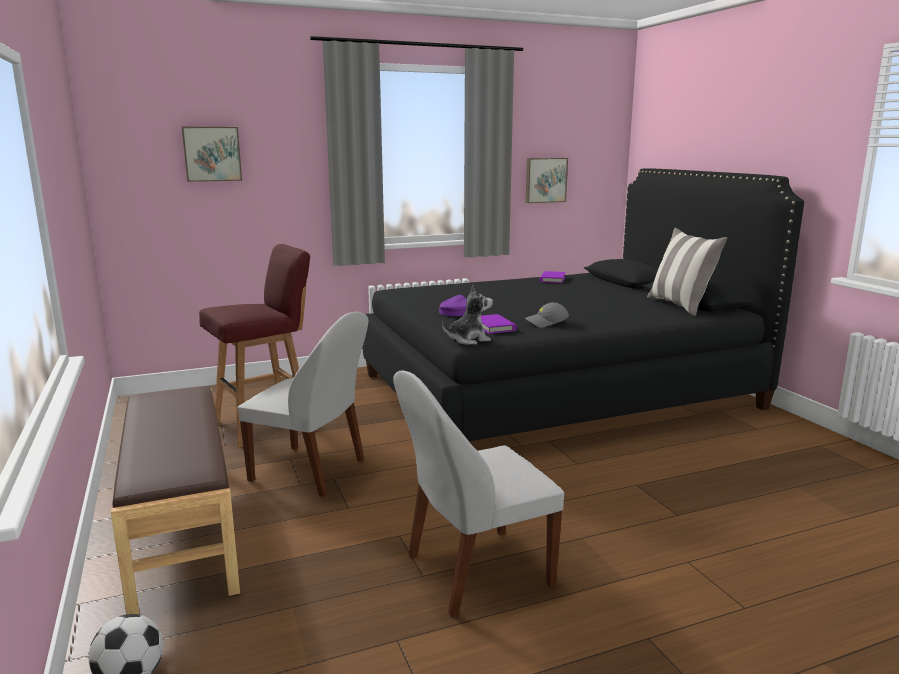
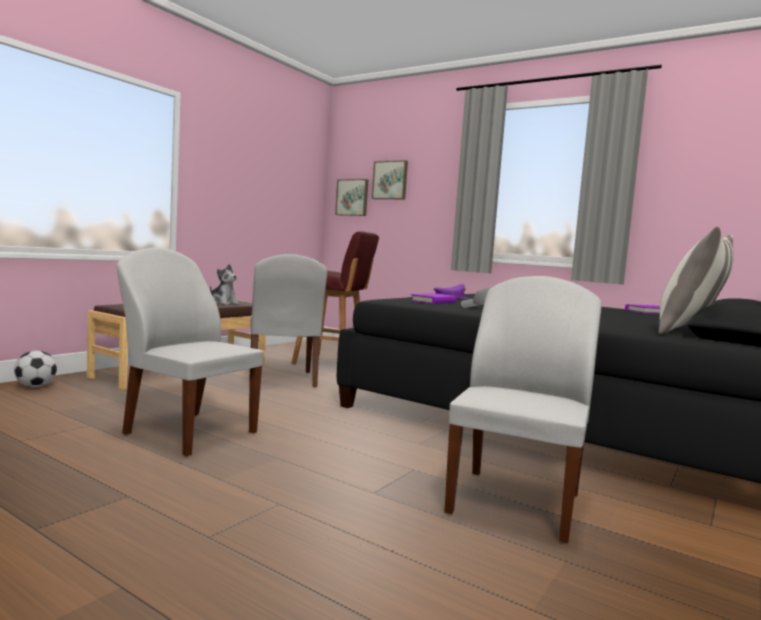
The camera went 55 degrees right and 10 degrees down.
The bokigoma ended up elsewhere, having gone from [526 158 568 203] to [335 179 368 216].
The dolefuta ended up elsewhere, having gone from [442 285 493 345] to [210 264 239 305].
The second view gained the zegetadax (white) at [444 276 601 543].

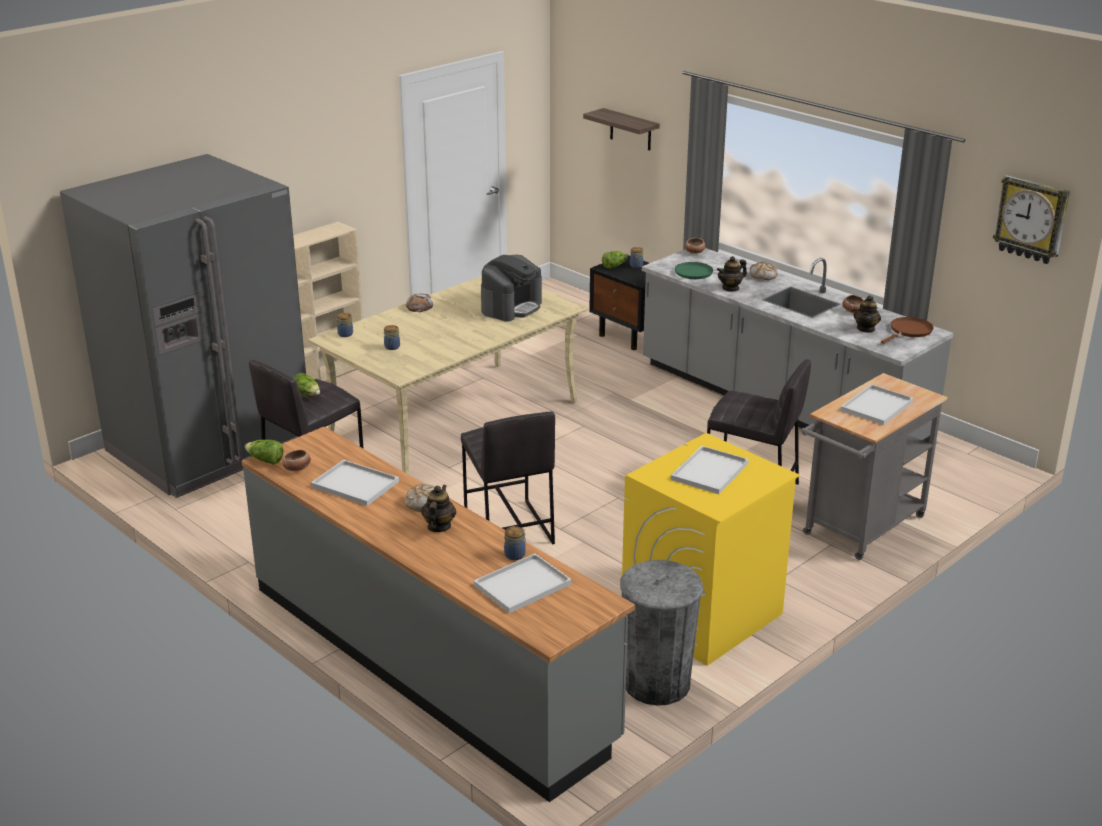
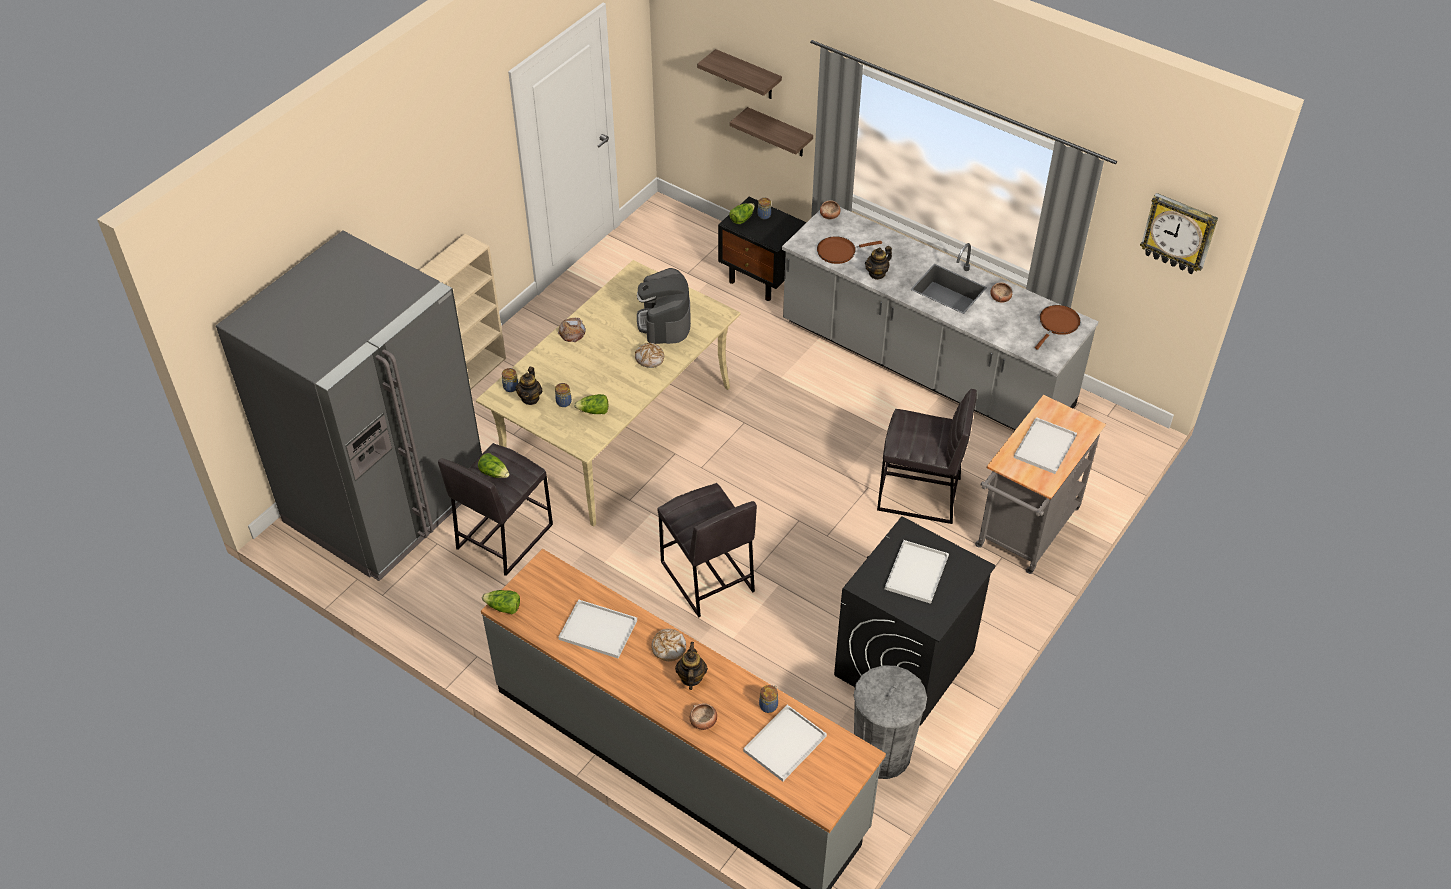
The camera went 10 degrees left and 20 degrees up.
The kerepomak at [481 255 542 321] ended up facing another way, 150 degrees clockwise from before.
What was the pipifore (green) at [675 262 741 279] turned into the pipifore (brown) at [817 236 882 264].
The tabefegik ended up elsewhere, having gone from [750 262 778 280] to [635 343 664 368].
The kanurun ended up elsewhere, having gone from [853 295 881 333] to [516 367 543 405].
What was the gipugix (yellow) at [621 433 800 666] turned into the gipugix (black) at [834 516 996 726].
The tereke ended up elsewhere, having gone from [282 450 311 471] to [690 703 717 730].
The second view gained the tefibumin at [730 107 813 156].
The second view gained the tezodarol at [574 394 609 414].

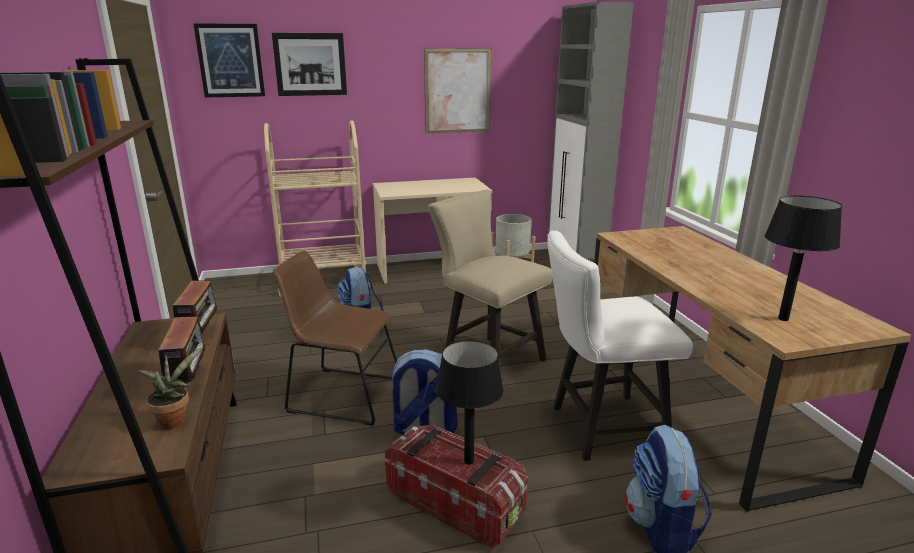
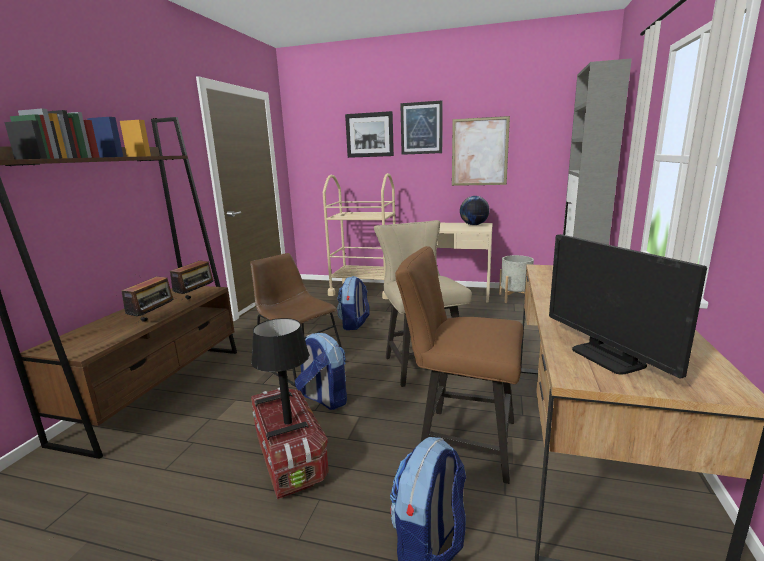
The camera went 30 degrees right and 5 degrees down.
The bokigoma ended up elsewhere, having gone from [193 23 265 98] to [400 101 443 155].
Where the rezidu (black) stood at [765 195 842 321], the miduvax came to stand at [549 234 707 379].
What was the zegetadax (white) at [547 231 693 461] turned into the zegetadax (brown) at [395 246 523 484].
The second view lost the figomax at [138 346 203 429].
The second view gained the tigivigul at [460 196 490 225].

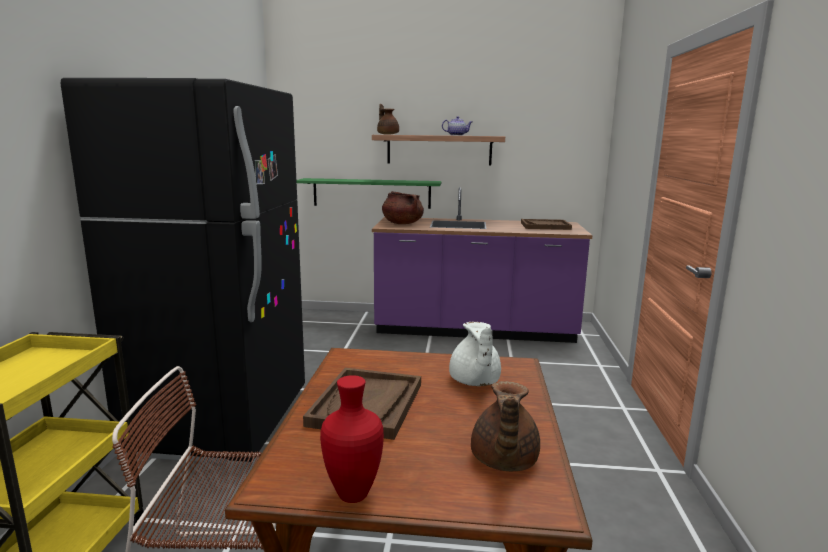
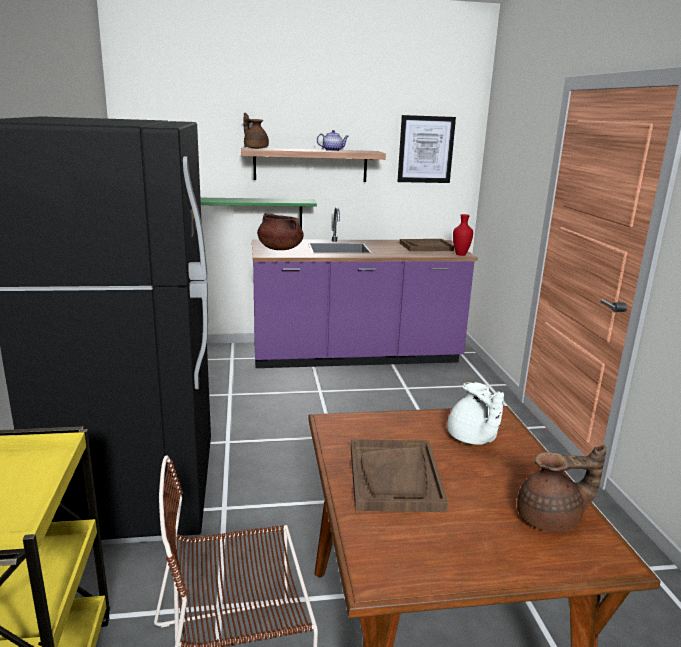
The camera went 15 degrees left and 5 degrees up.
The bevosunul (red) ended up elsewhere, having gone from [320 375 384 503] to [453 214 473 256].
The kanurun (brown) at [471 381 540 471] ended up facing another way, 90 degrees counterclockwise from before.
The second view gained the bokigoma at [397 115 456 183].

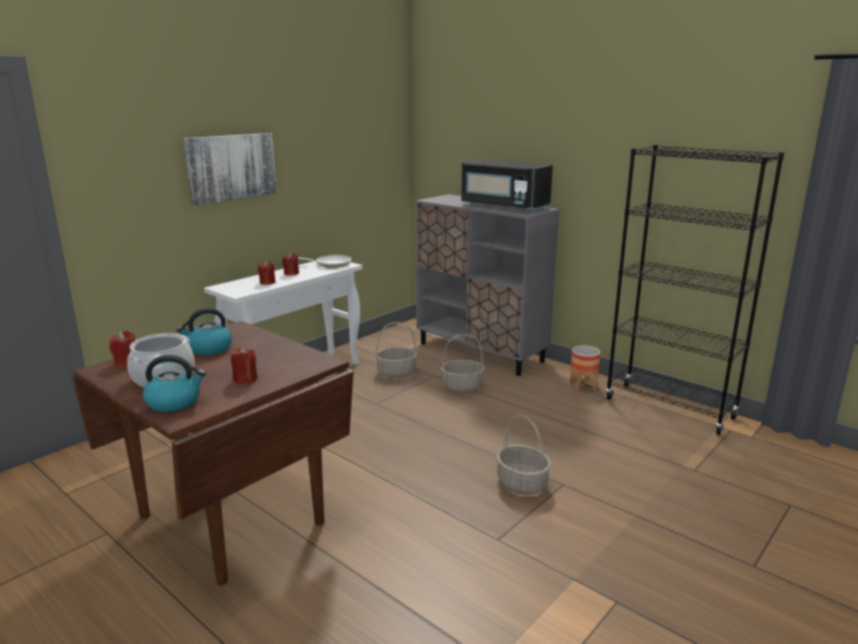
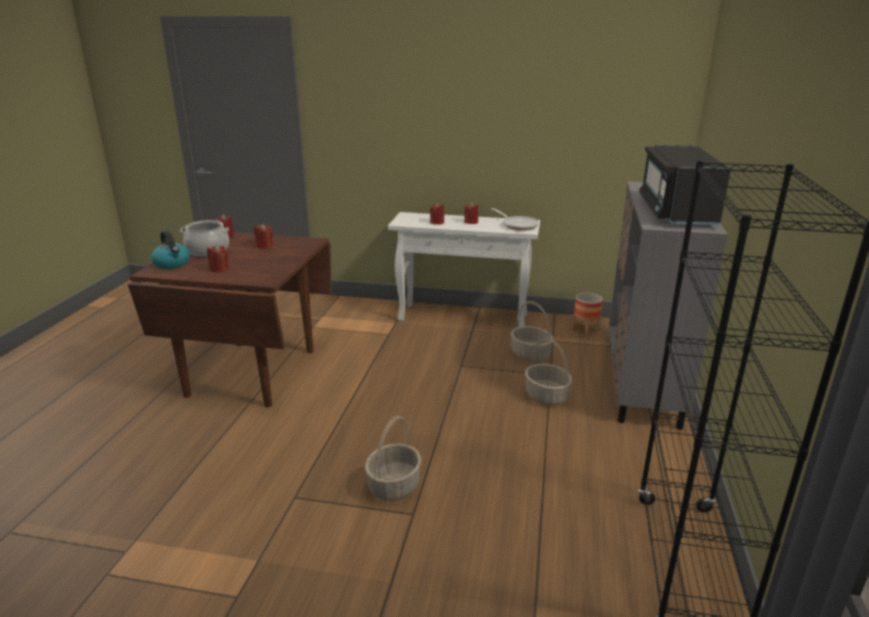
The camera went 60 degrees right and 5 degrees up.
The second view lost the bokigoma at [183 133 277 205].
Where the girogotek stood at [177 308 232 355], the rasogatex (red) came to stand at [254 224 273 249].
The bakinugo ended up elsewhere, having gone from [570 345 600 391] to [572 293 603 336].

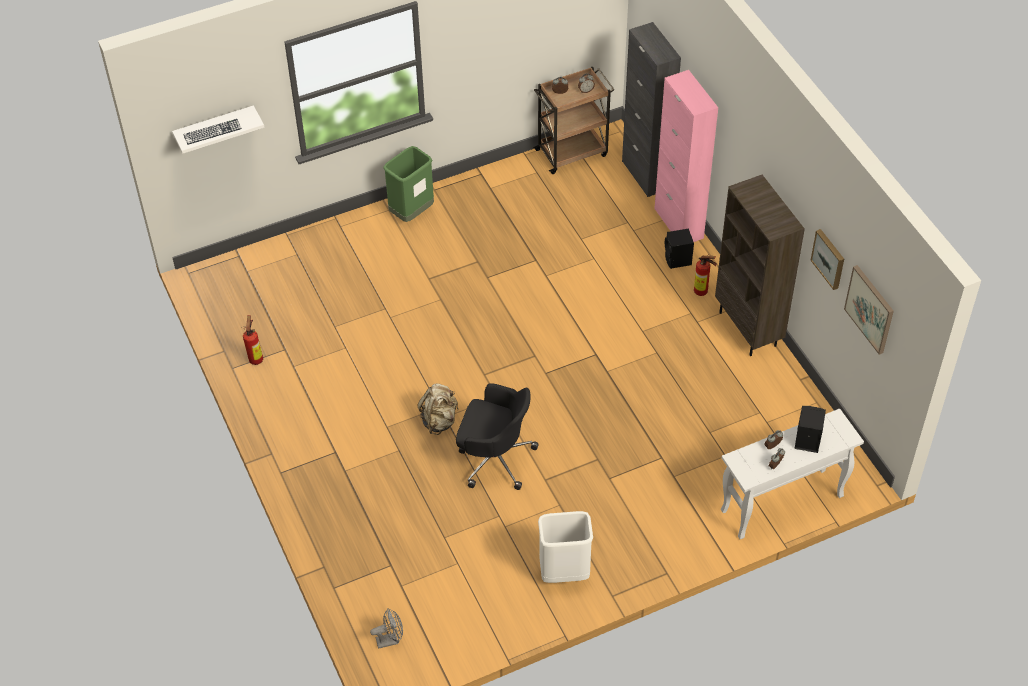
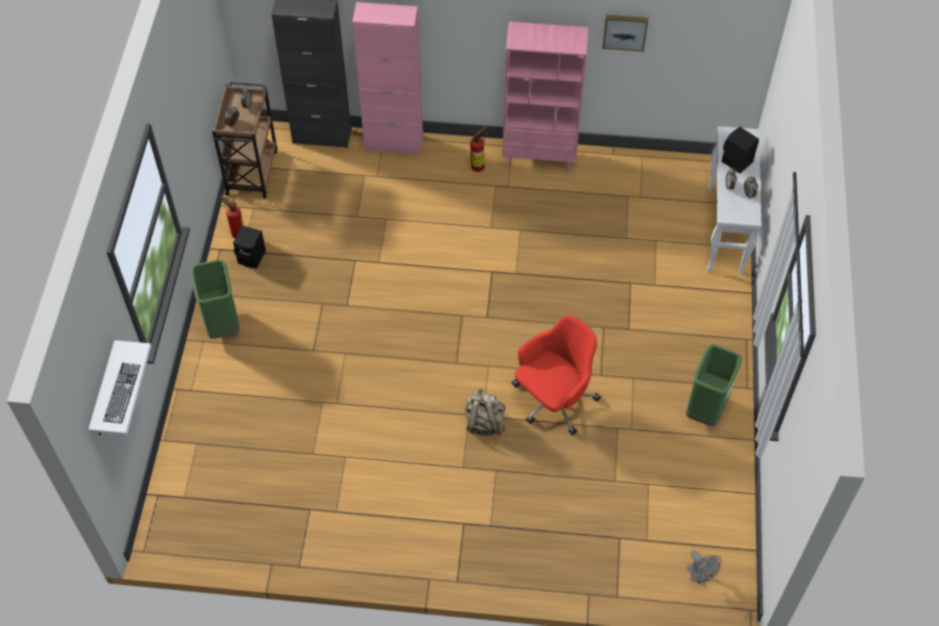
The camera went 60 degrees left and 5 degrees up.
What was the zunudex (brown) at [715 175 805 356] turned into the zunudex (pink) at [502 22 588 172].
The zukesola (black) ended up elsewhere, having gone from [665 229 694 269] to [233 226 266 268].
The second view lost the bokigoma at [844 265 894 355].
The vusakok ended up elsewhere, having gone from [242 315 263 365] to [221 195 244 239].
What was the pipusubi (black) at [456 383 539 490] turned into the pipusubi (red) at [512 315 601 435].
What was the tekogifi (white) at [538 511 593 583] turned into the tekogifi (green) at [686 345 742 427].
The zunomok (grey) at [370 608 403 649] ended up facing another way, 135 degrees clockwise from before.

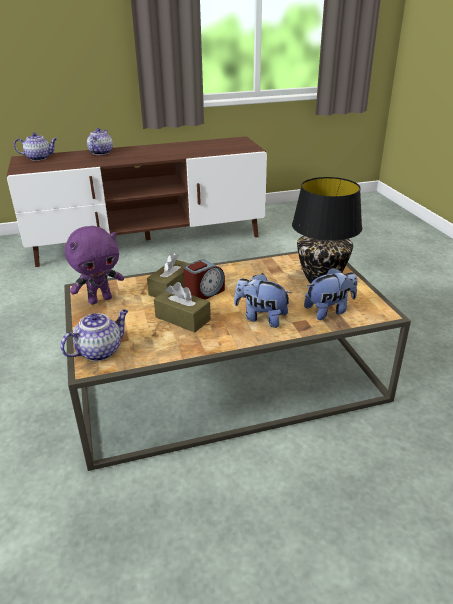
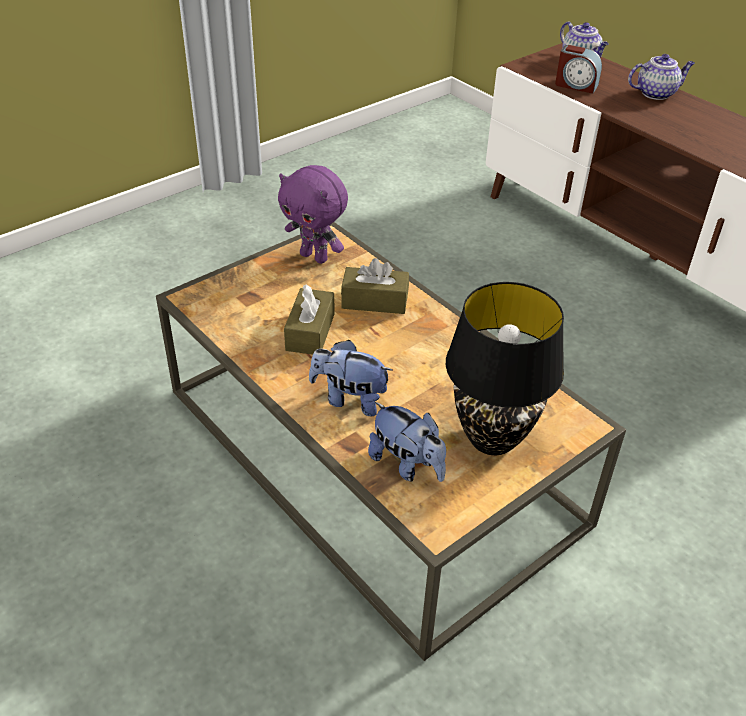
The camera went 65 degrees right and 10 degrees up.
The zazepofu ended up elsewhere, having gone from [183 260 225 300] to [555 45 602 93].
The dolefuta at [234 273 292 328] ended up facing another way, 75 degrees counterclockwise from before.
The second view lost the kanurun at [60 310 128 361].

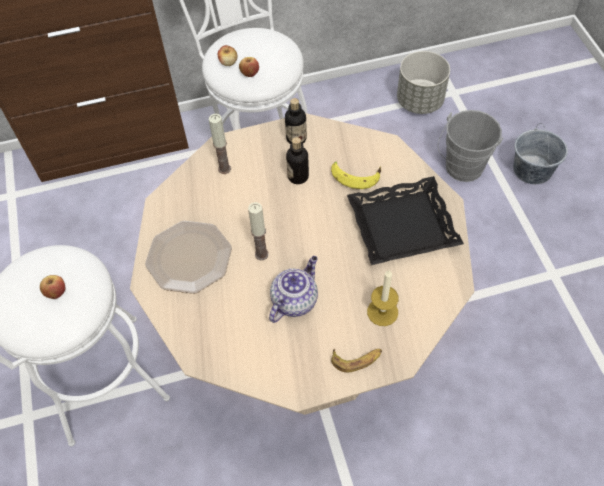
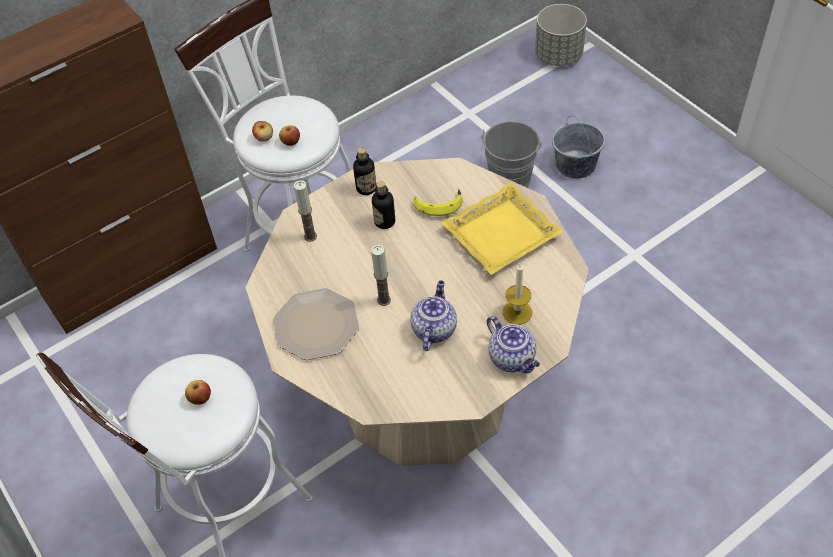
The camera went 20 degrees left and 5 degrees down.
The bakinugo (grey) ended up elsewhere, having gone from [397 51 450 114] to [535 4 587 66].
What was the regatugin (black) at [347 176 464 265] turned into the regatugin (yellow) at [441 182 564 275].
Where the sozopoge stood at [331 349 382 373], the kanurun came to stand at [487 316 540 373].

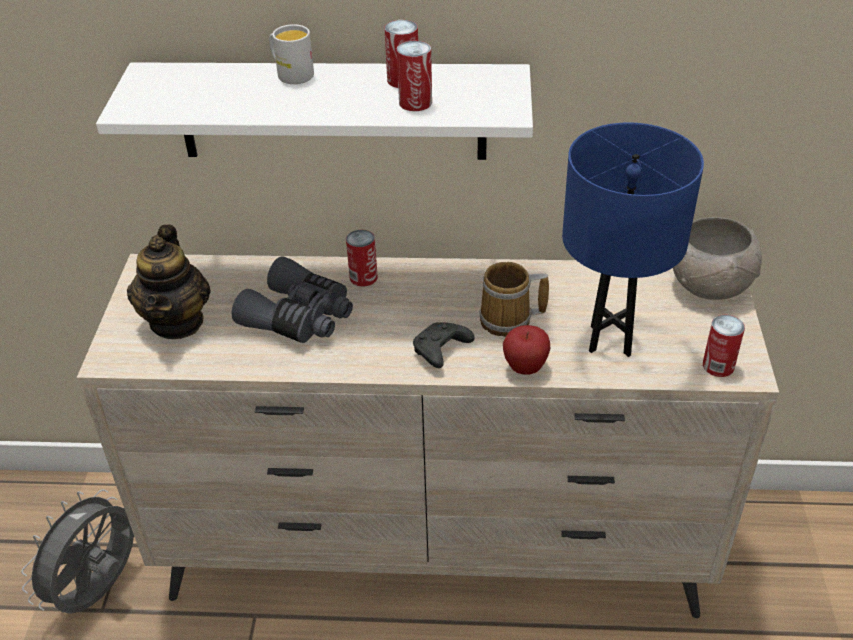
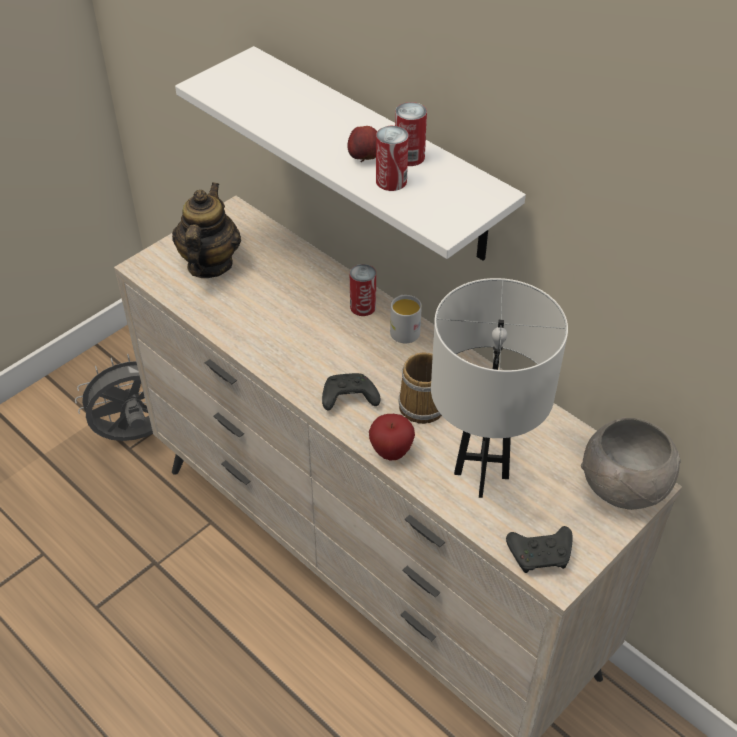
The camera went 40 degrees right and 5 degrees up.
The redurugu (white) ended up elsewhere, having gone from [269 24 314 84] to [390 295 422 343].
What was the rezidu (blue) at [562 122 704 357] turned into the rezidu (white) at [431 278 568 498].
The kanurun at [127 225 211 339] ended up facing another way, 150 degrees clockwise from before.
The second view lost the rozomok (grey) at [231 256 353 343].
Where the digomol stood at [703 315 745 377], the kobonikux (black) came to stand at [506 526 573 573].
The second view gained the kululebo at [347 126 377 162].

